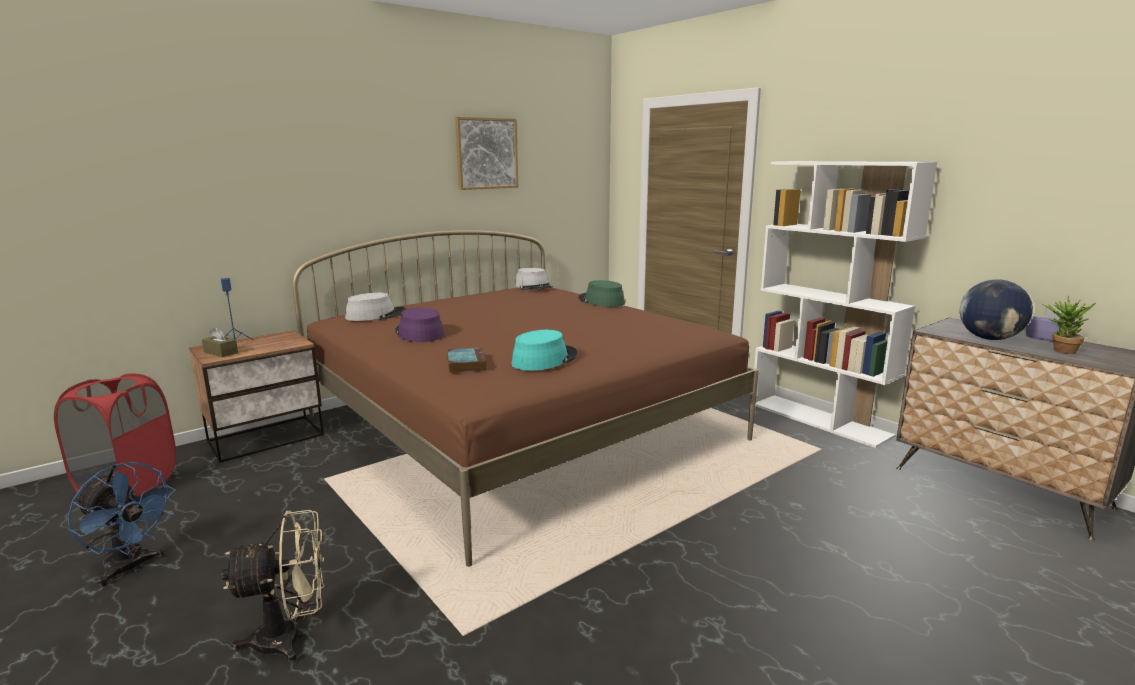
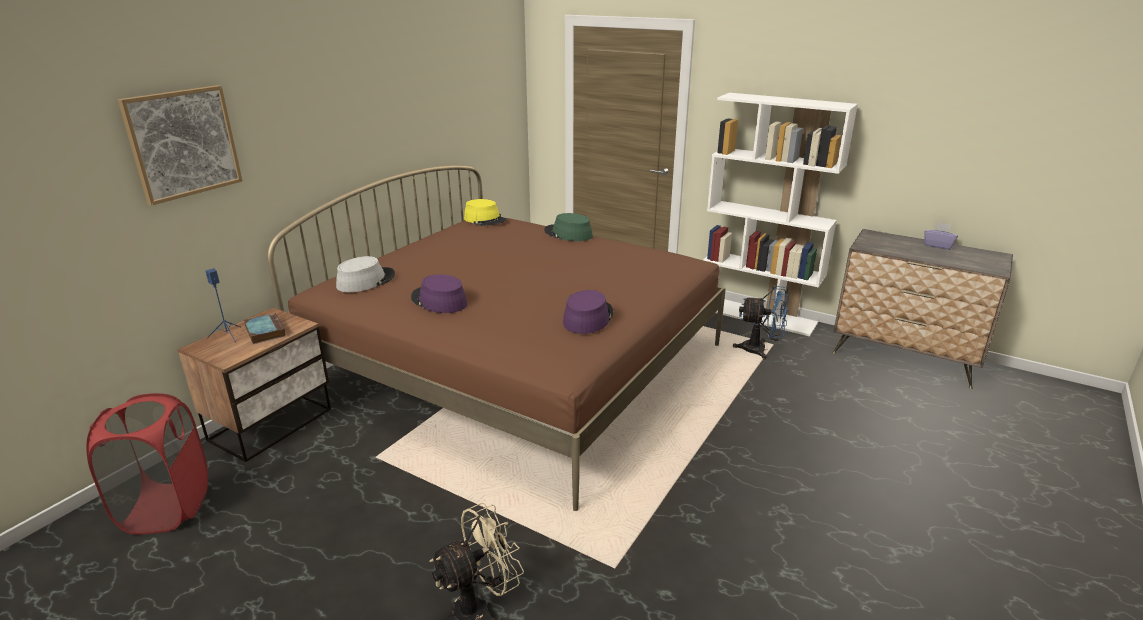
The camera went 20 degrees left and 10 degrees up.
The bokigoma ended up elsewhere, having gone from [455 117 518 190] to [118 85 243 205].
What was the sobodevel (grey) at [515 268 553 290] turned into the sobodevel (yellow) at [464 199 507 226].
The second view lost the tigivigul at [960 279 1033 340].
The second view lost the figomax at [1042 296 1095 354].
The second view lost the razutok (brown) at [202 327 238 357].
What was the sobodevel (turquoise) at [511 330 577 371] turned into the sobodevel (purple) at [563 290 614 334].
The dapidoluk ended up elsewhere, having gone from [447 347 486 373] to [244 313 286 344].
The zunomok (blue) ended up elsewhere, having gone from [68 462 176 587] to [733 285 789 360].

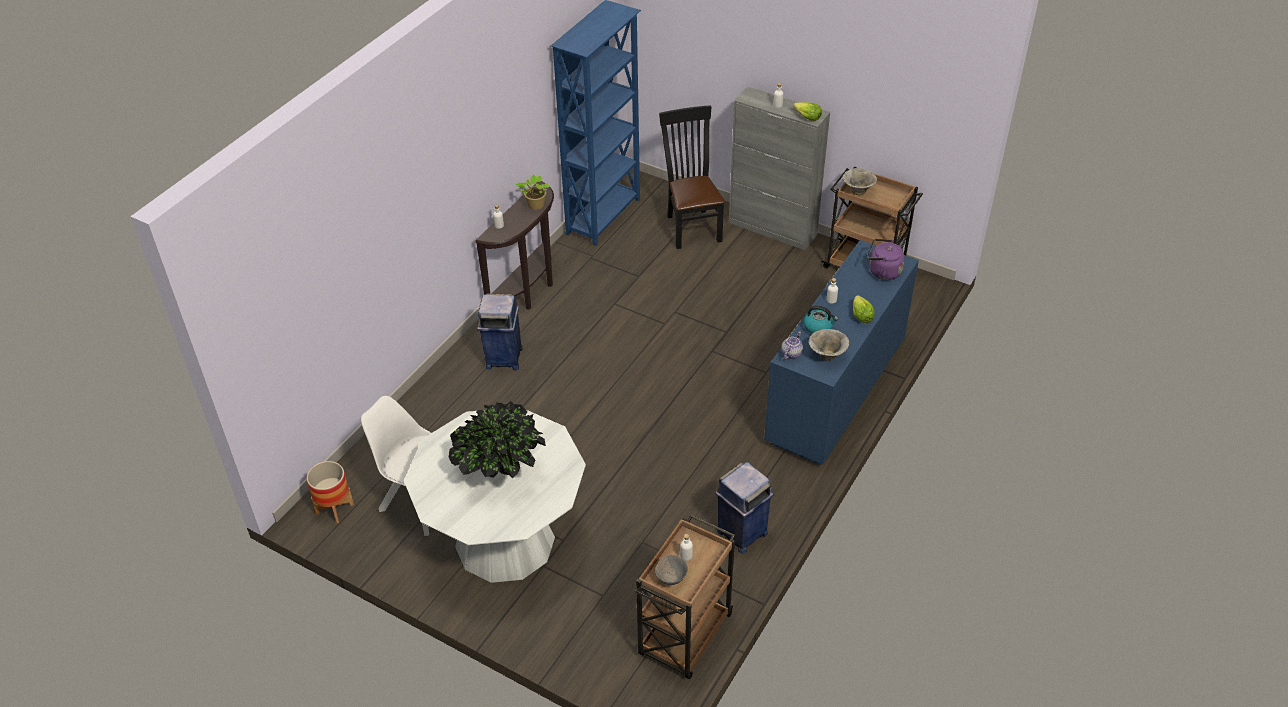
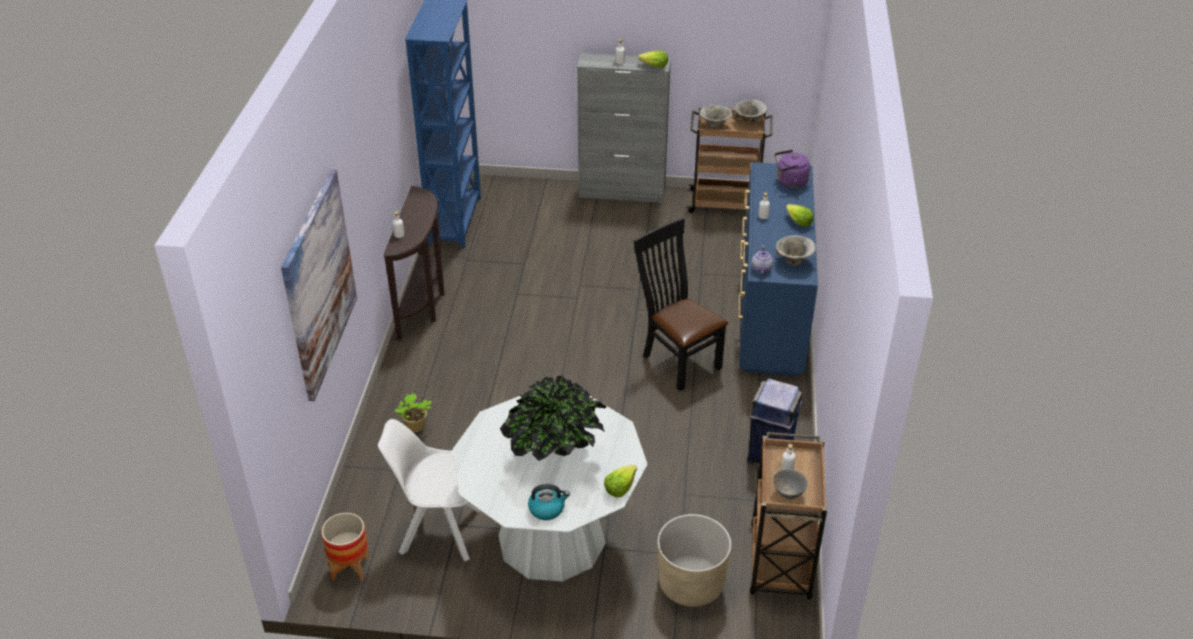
The camera went 25 degrees left and 5 degrees down.
The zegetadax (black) ended up elsewhere, having gone from [659 105 726 249] to [634 217 729 391].
The figomax ended up elsewhere, having gone from [516 175 550 210] to [394 393 432 432].
The second view lost the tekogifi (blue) at [477 293 523 370].
The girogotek ended up elsewhere, having gone from [804 305 838 334] to [528 484 570 520].
The second view gained the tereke at [733 99 768 125].
The second view gained the bokigoma at [281 169 357 401].
The second view gained the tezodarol at [604 465 637 498].
The second view gained the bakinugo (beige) at [658 514 731 607].

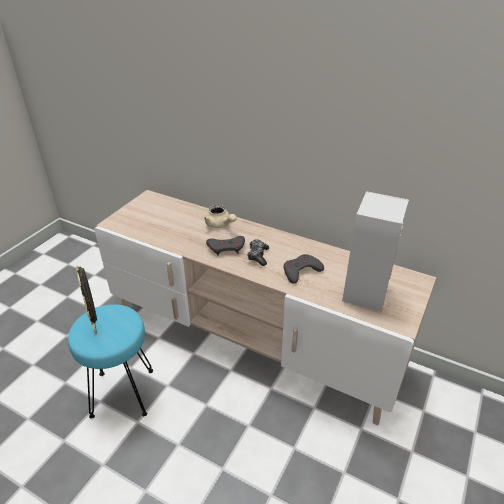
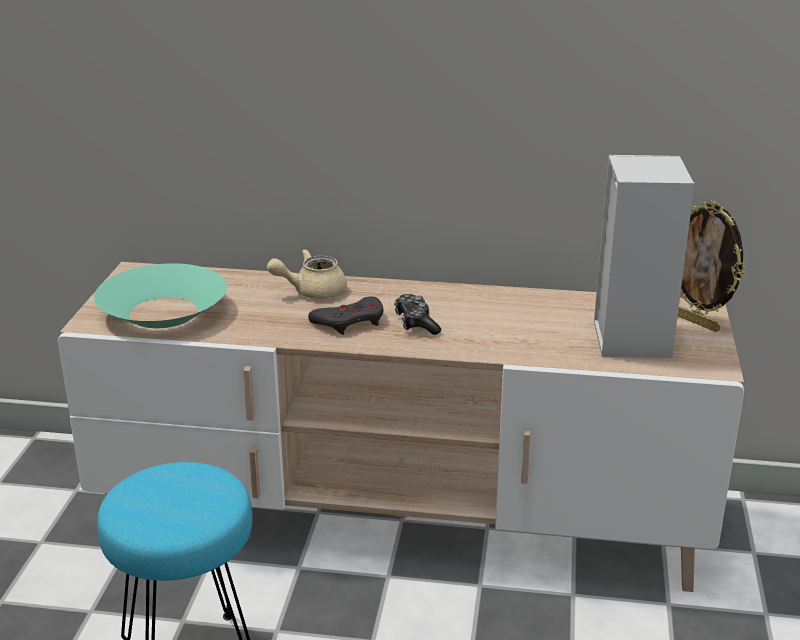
The camera went 20 degrees left and 10 degrees down.
The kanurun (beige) at [204 205 237 228] ended up facing another way, 135 degrees clockwise from before.
The second view lost the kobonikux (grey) at [283 254 324 284].
The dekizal ended up elsewhere, having gone from [76 266 97 334] to [678 200 745 332].
The second view gained the tereke (turquoise) at [94 263 227 328].

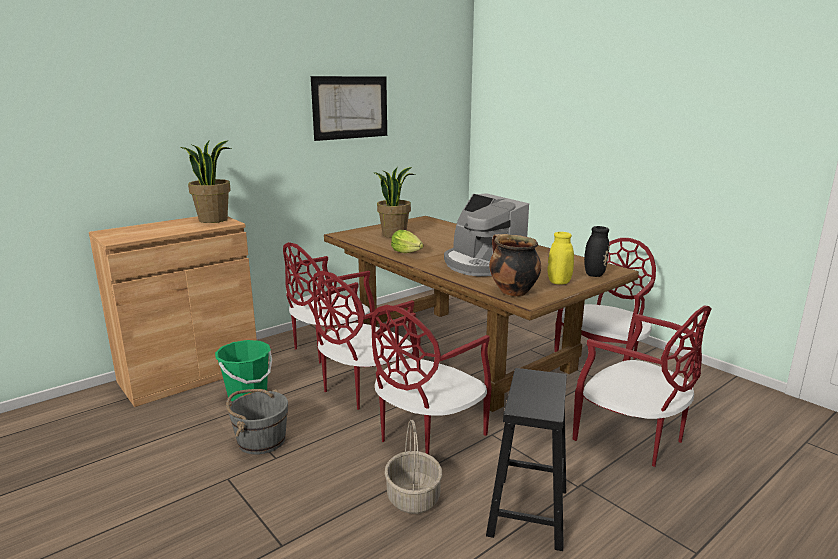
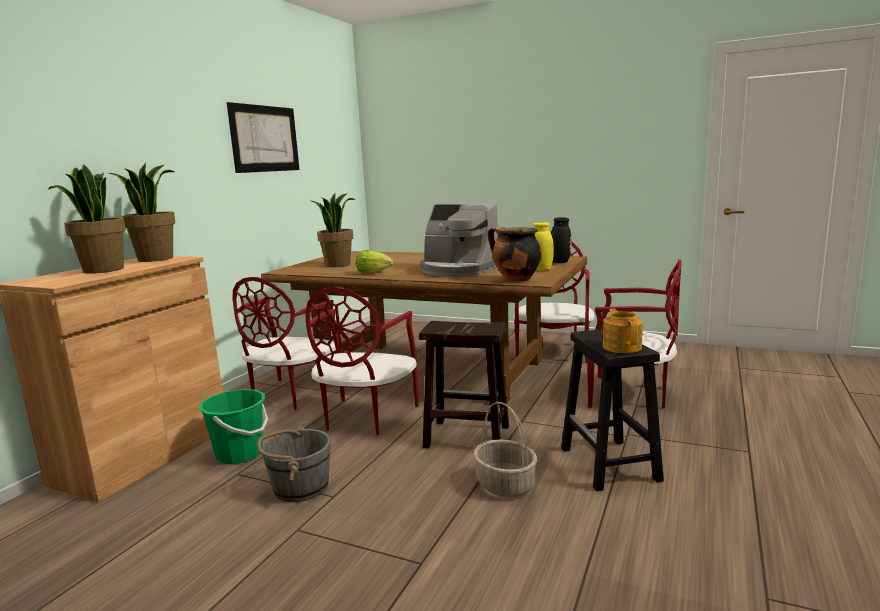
The camera went 25 degrees left and 5 degrees down.
Where the zegetadax (red) stood at [371 305 492 454], the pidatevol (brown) came to stand at [419 321 509 448].
The second view gained the figomax at [48 164 126 274].
The second view gained the kanurun at [603 308 643 353].

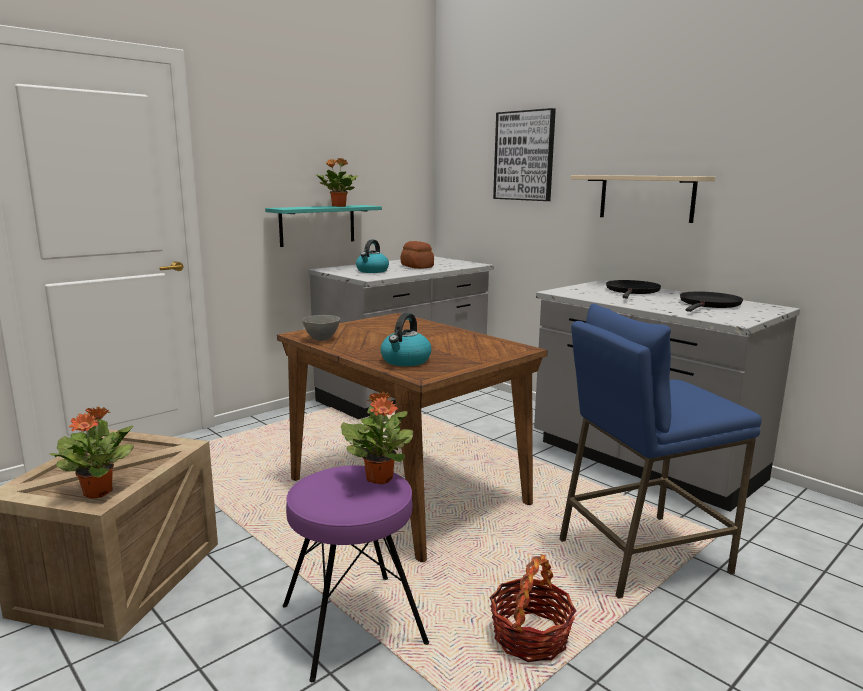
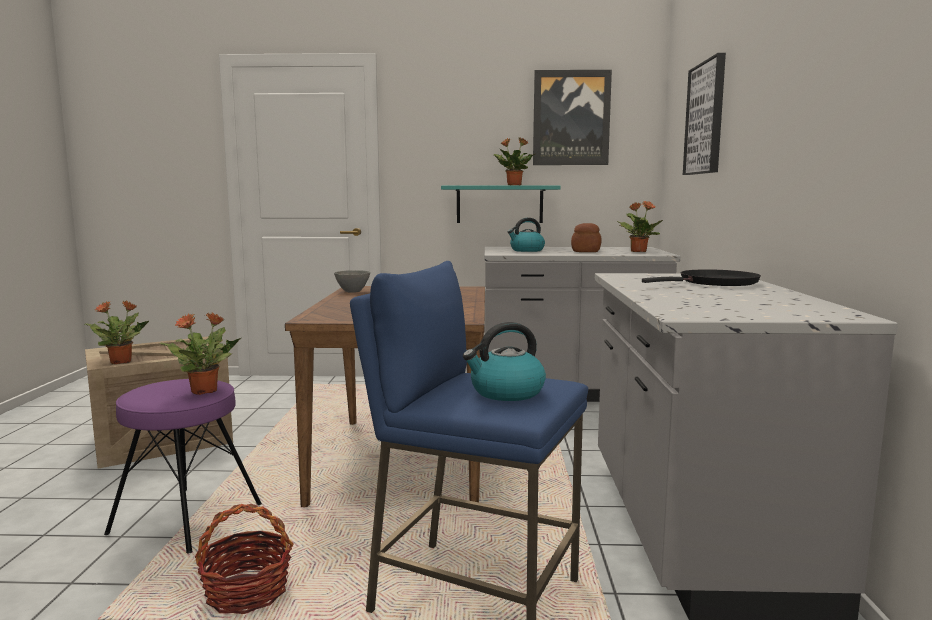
The camera went 45 degrees right and 5 degrees down.
The second view lost the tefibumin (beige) at [571 175 715 223].
The second view lost the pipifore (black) at [680 291 743 312].
The girogotek ended up elsewhere, having gone from [380 313 431 366] to [463 322 546 401].
The second view gained the bokigoma at [533 70 612 165].
The second view gained the figomax at [617 201 663 252].

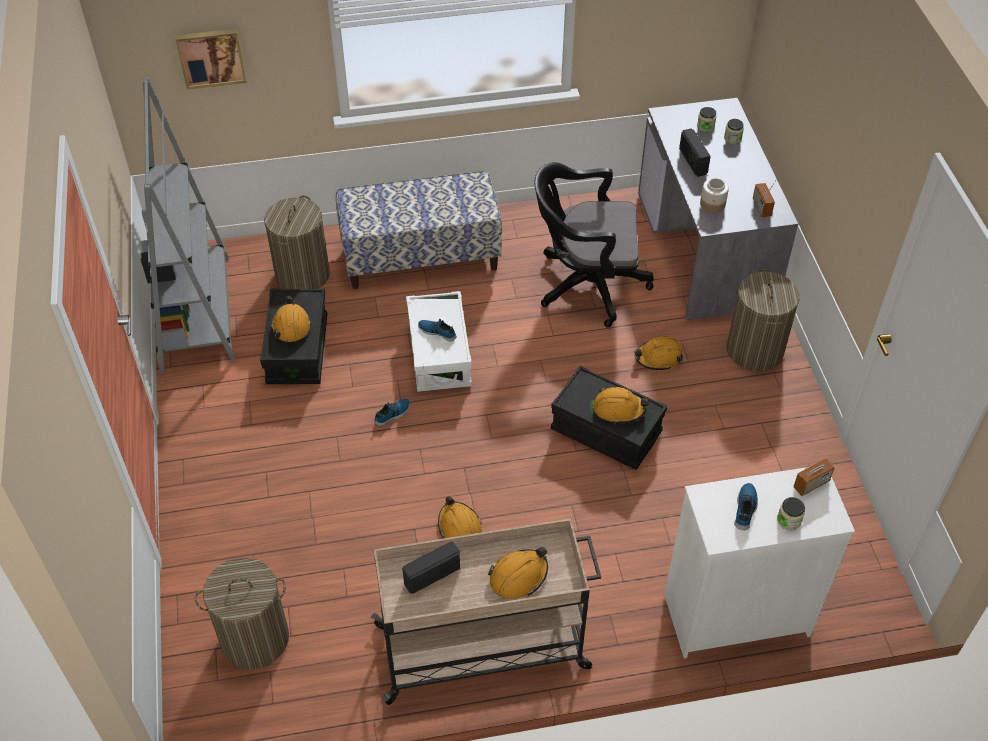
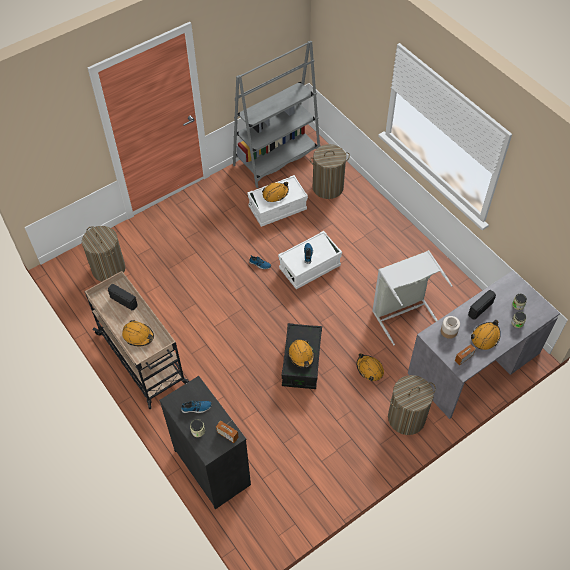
The camera went 65 degrees right and 5 degrees up.
The second view lost the bokigoma at [175 29 247 90].
Where the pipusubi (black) stood at [534 162 654 327], the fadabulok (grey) came to stand at [372 250 453 345].
The second view lost the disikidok at [336 171 502 289].
What was the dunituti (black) at [260 289 327 384] turned into the dunituti (white) at [247 175 308 227].
What was the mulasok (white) at [664 467 855 658] turned into the mulasok (black) at [159 376 251 509].
The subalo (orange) ended up elsewhere, having gone from [438 496 482 538] to [471 320 501 350].

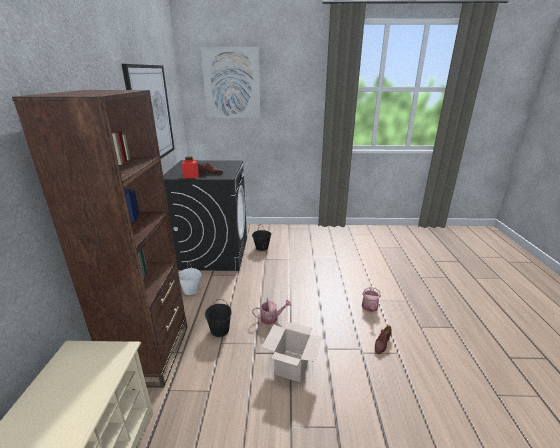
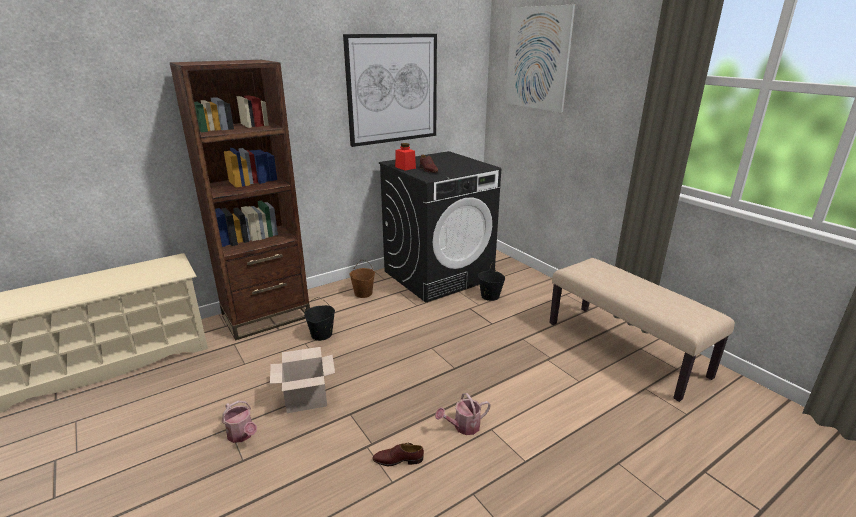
The camera went 55 degrees right and 0 degrees up.
What was the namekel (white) at [179 262 202 295] turned into the namekel (brown) at [350 260 375 298].
The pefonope ended up elsewhere, having gone from [252 297 291 325] to [222 400 257 443].
The second view gained the disikidok (beige) at [549 258 735 402].

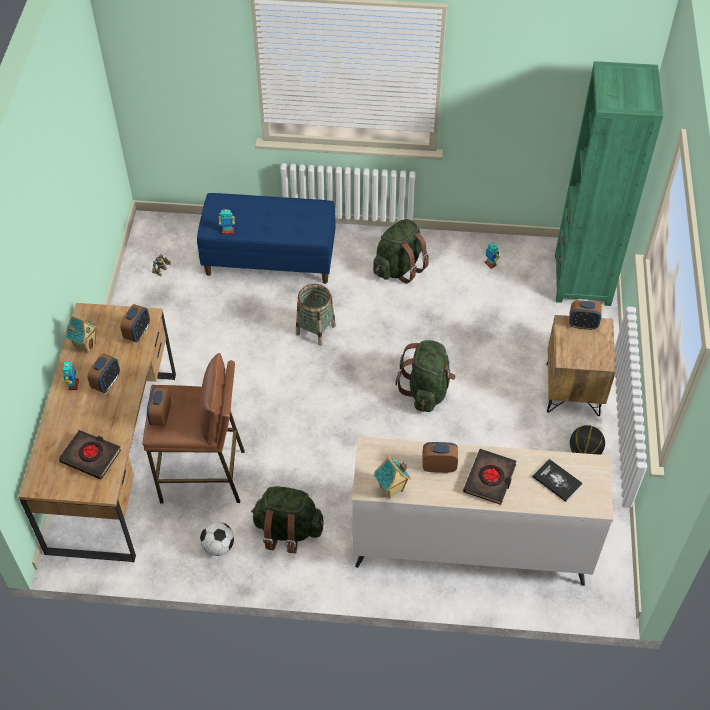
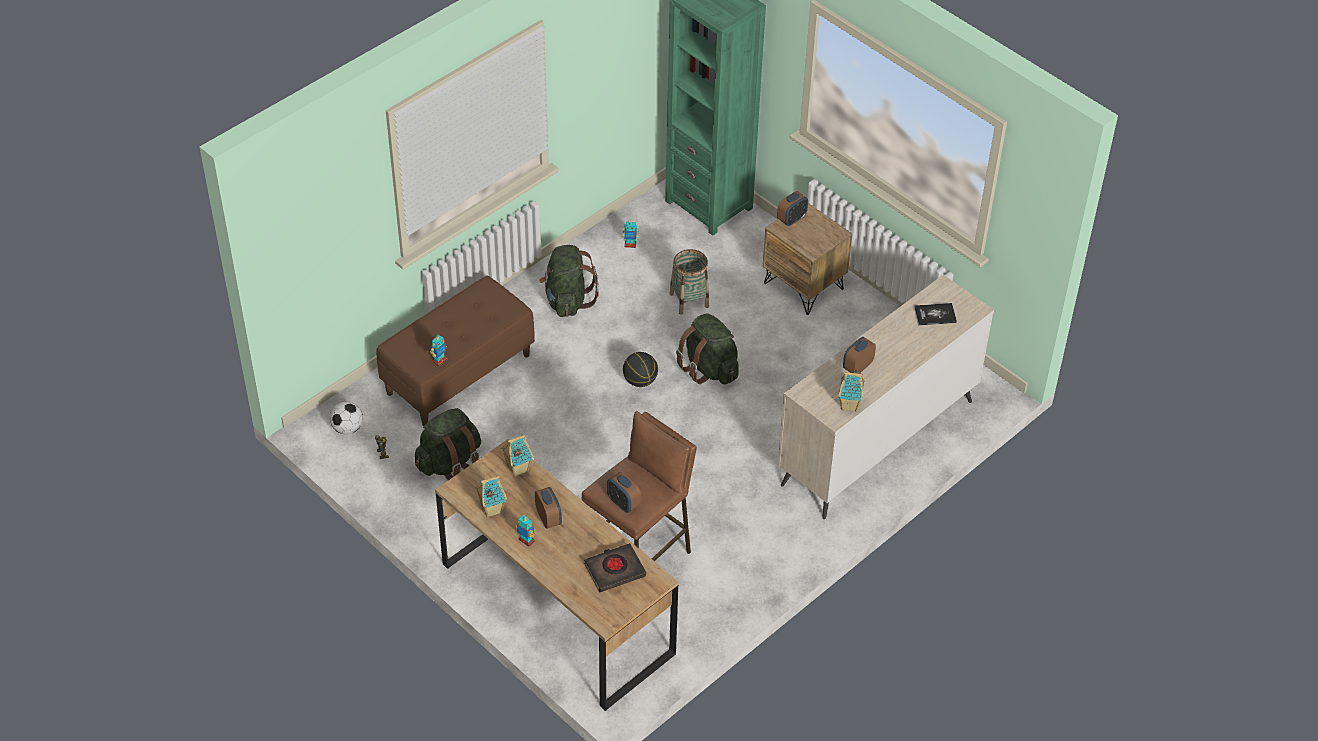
The camera went 50 degrees left and 5 degrees down.
What was the disikidok (blue) at [197 193 335 284] turned into the disikidok (brown) at [376 276 535 426].
The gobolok ended up elsewhere, having gone from [296 284 336 346] to [669 249 709 315].
Where the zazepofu stood at [120 304 150 342], the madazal came to stand at [501 434 534 477].
The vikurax ended up elsewhere, having gone from [570 425 605 455] to [623 352 658 387].
The second view lost the dapidoluk (black) at [463 449 516 505].
The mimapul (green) ended up elsewhere, having gone from [251 486 324 553] to [415 408 481 480].
The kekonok ended up elsewhere, having gone from [200 522 234 556] to [330 402 363 434].

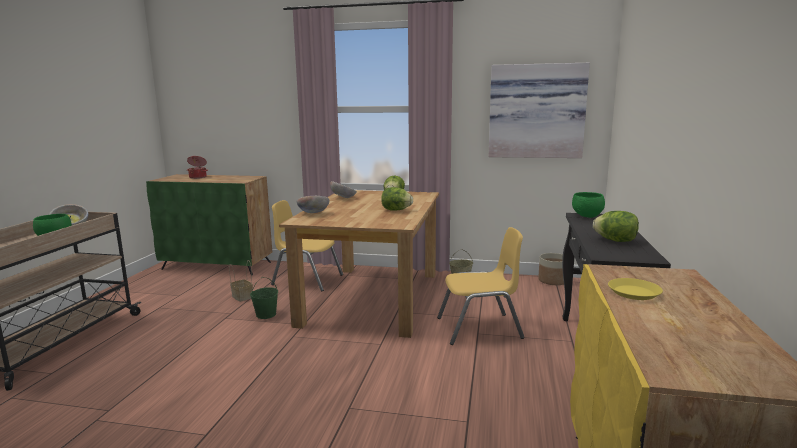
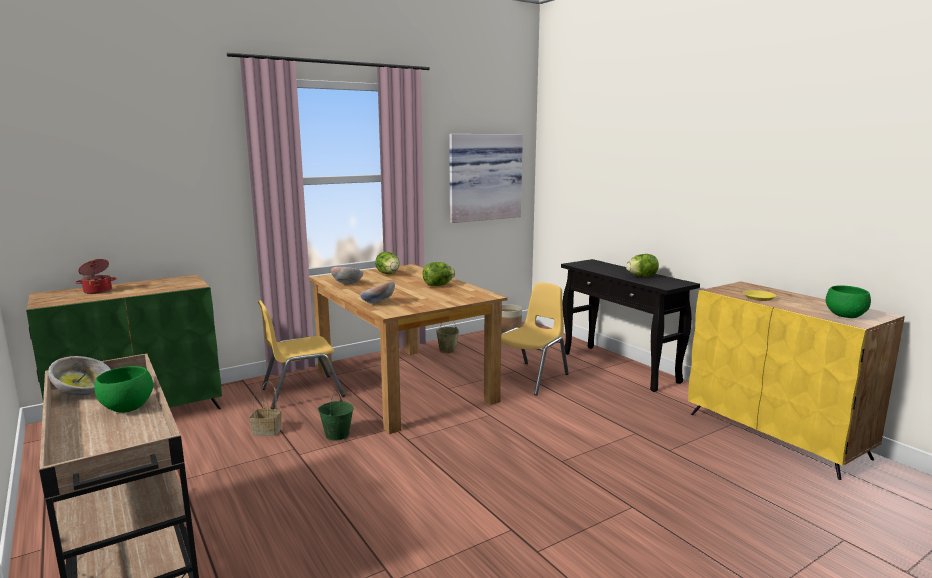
The camera went 45 degrees left and 0 degrees up.
The tereke (green) ended up elsewhere, having gone from [572 192 605 218] to [826 285 871 318].

